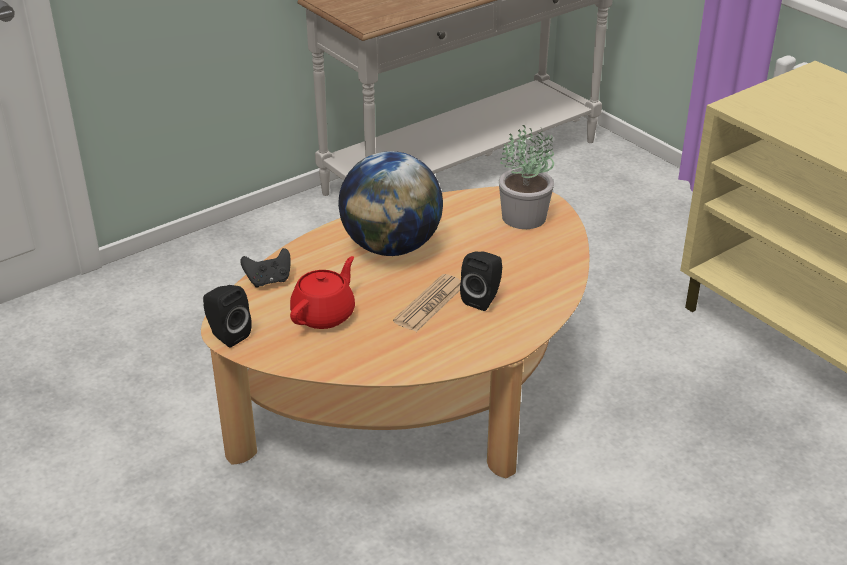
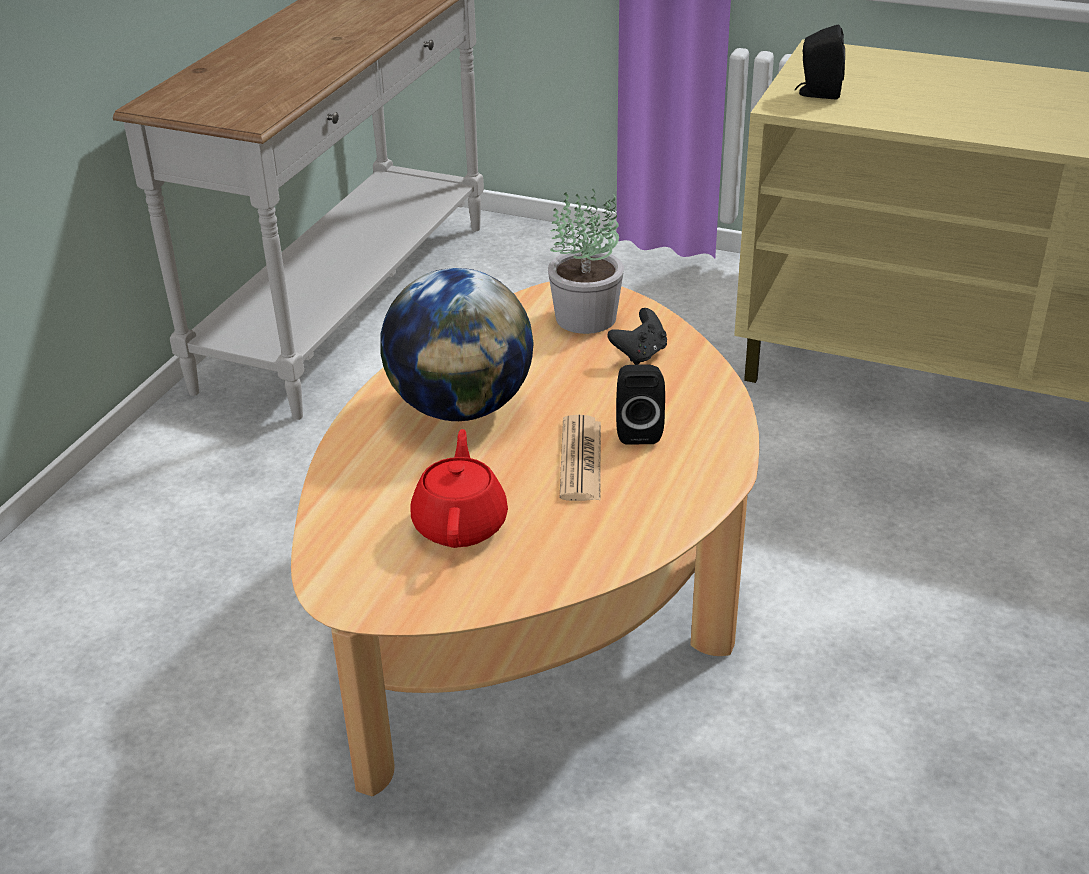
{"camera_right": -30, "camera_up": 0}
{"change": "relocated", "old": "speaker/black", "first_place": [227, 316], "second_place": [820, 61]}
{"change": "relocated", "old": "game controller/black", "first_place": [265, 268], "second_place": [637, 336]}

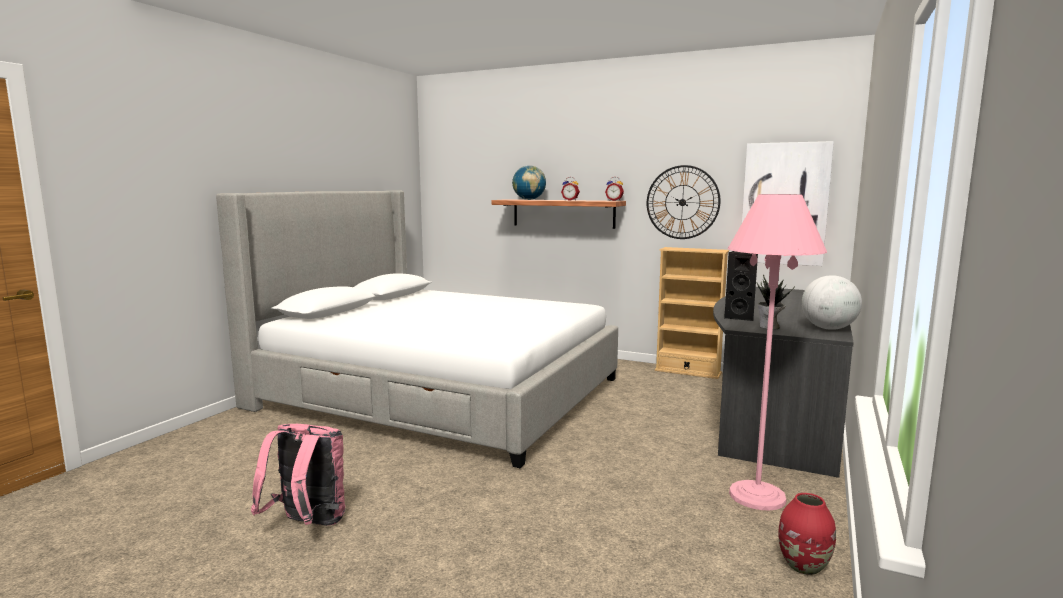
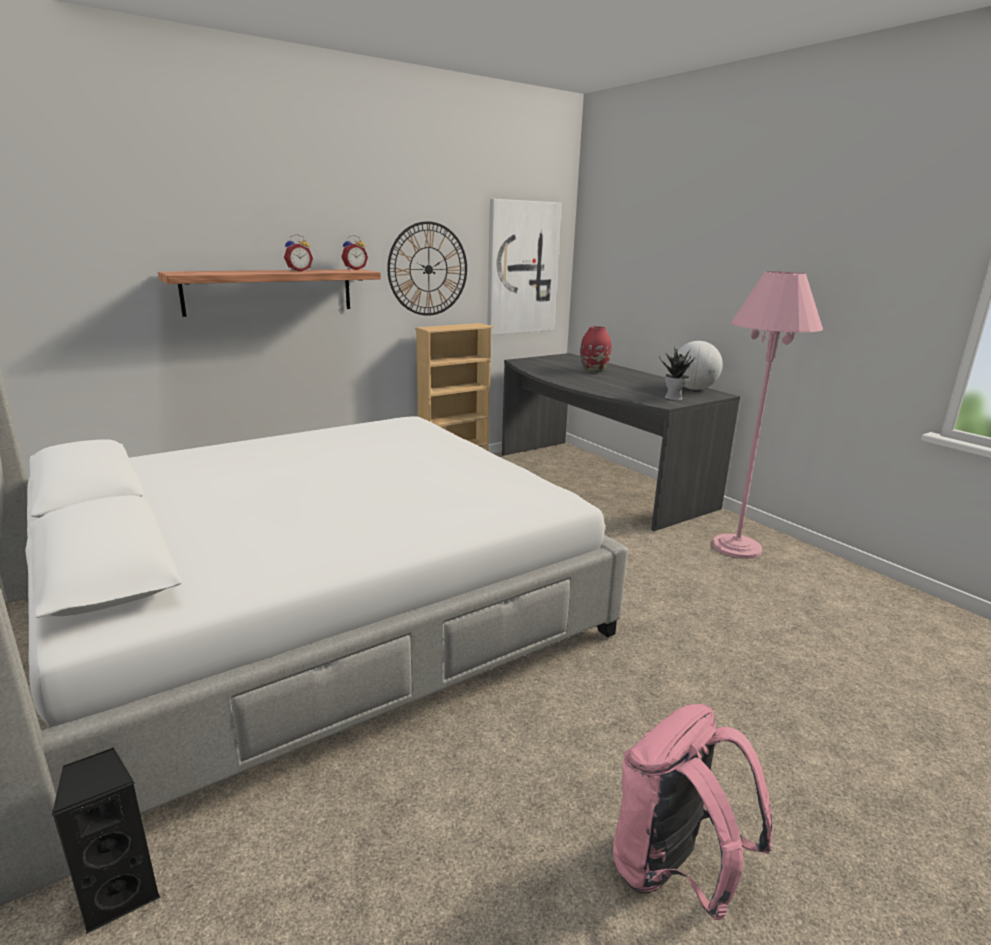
{"camera_right": -60, "camera_up": 10}
{"change": "missing", "old": "globe", "first_place": [529, 182]}
{"change": "relocated", "old": "speaker/black", "first_place": [741, 286], "second_place": [105, 841]}
{"change": "relocated", "old": "vase/red", "first_place": [807, 534], "second_place": [595, 349]}

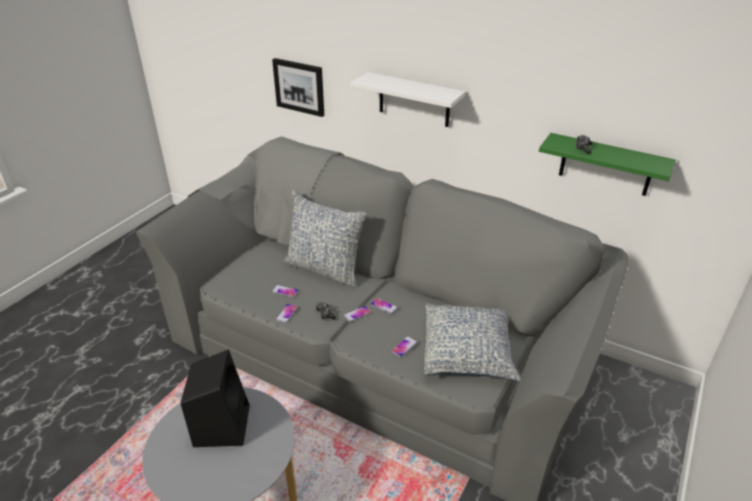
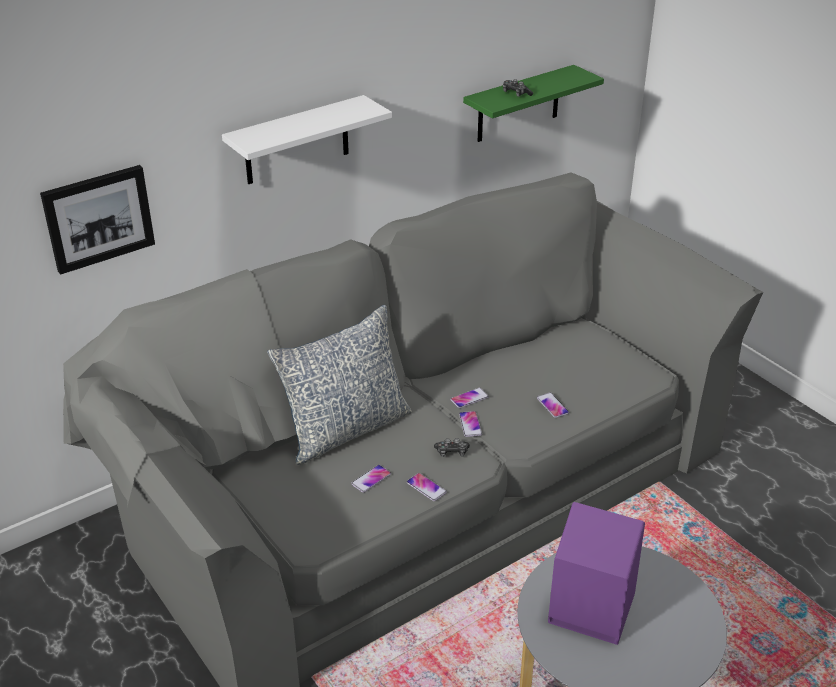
{"camera_right": -65, "camera_up": 0}
{"change": "missing", "old": "pillow", "first_place": [472, 342]}
{"change": "colour", "old": "speaker/black", "new": "speaker/purple", "first_place": [215, 398], "second_place": [596, 573]}

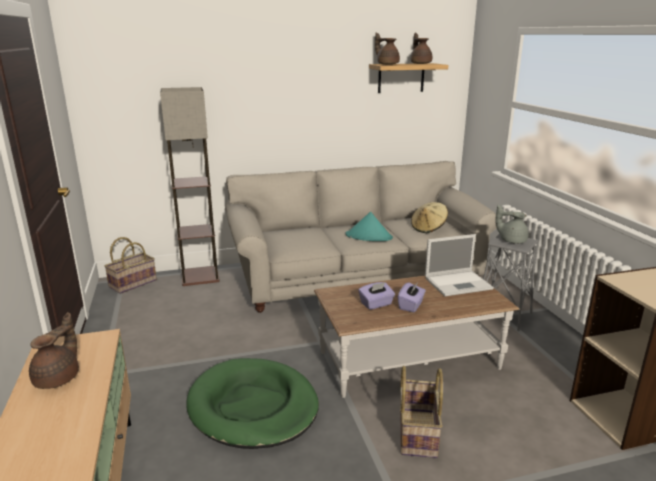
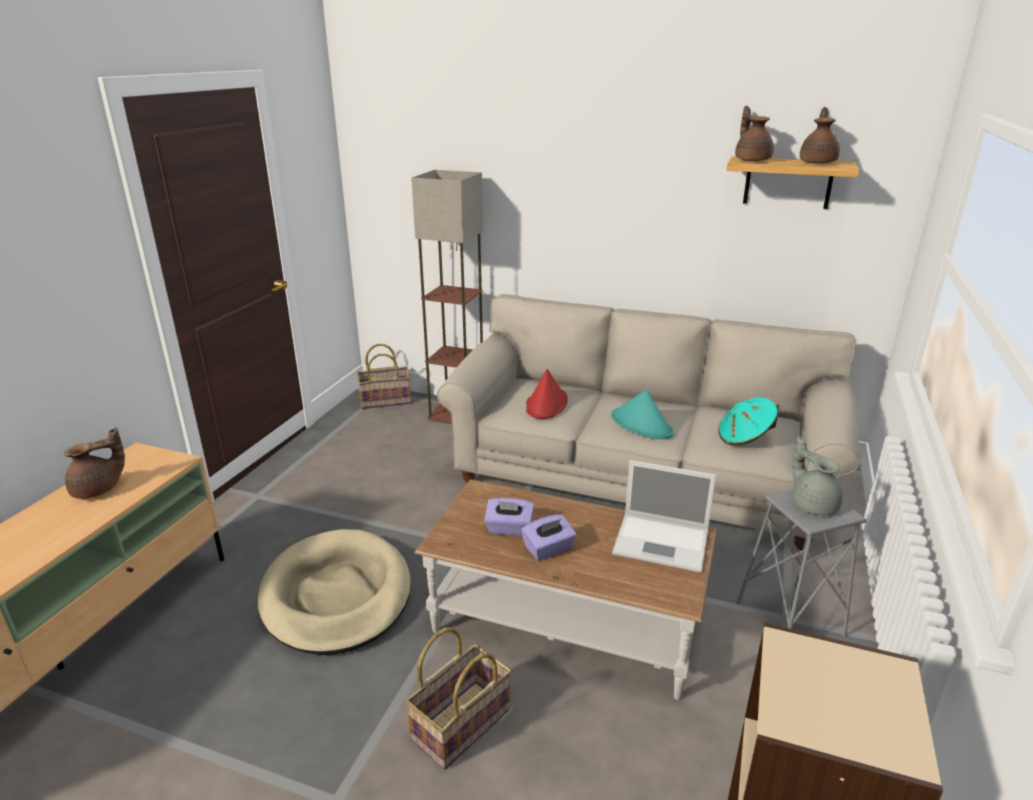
{"camera_right": 35, "camera_up": 5}
{"change": "appeared", "new": "hat/red", "second_place": [547, 394]}
{"change": "colour", "old": "dog bed/green", "new": "dog bed/beige", "first_place": [252, 403], "second_place": [334, 592]}
{"change": "colour", "old": "hat/beige", "new": "hat/turquoise", "first_place": [429, 217], "second_place": [748, 421]}

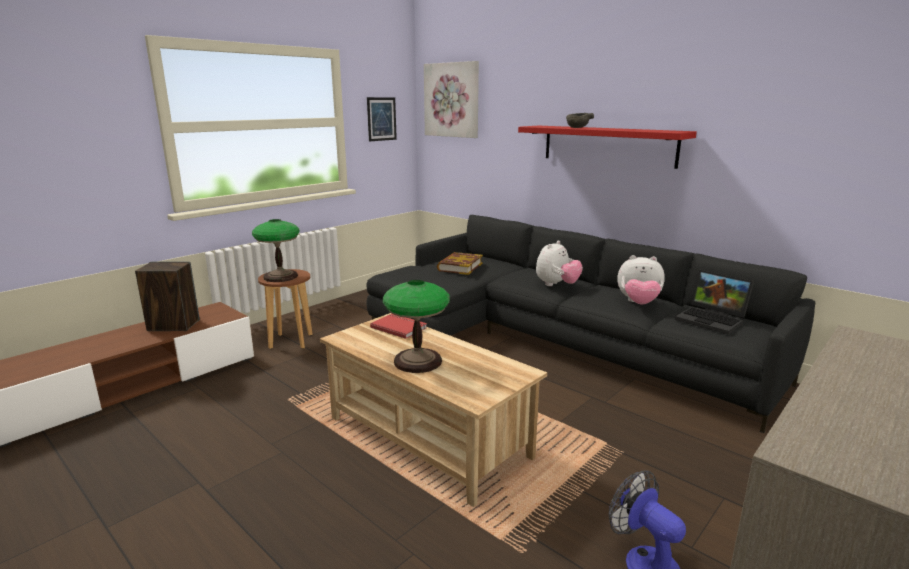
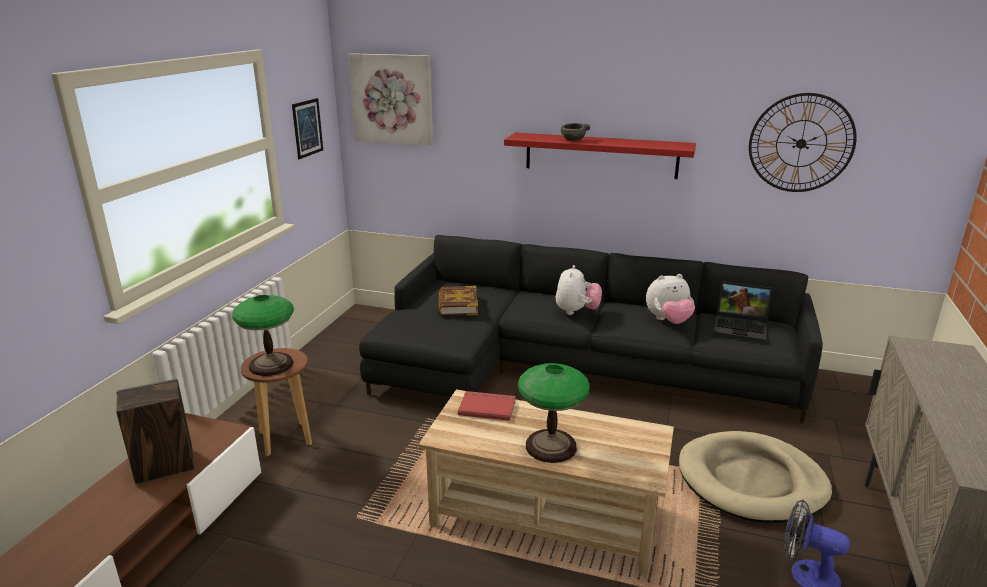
{"camera_right": -25, "camera_up": 5}
{"change": "appeared", "new": "dog bed/beige", "second_place": [755, 477]}
{"change": "appeared", "new": "wall clock", "second_place": [803, 142]}

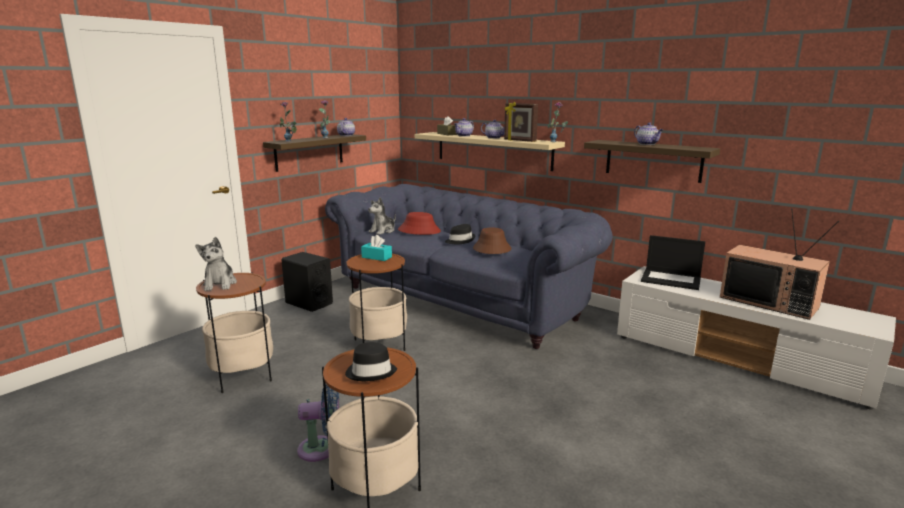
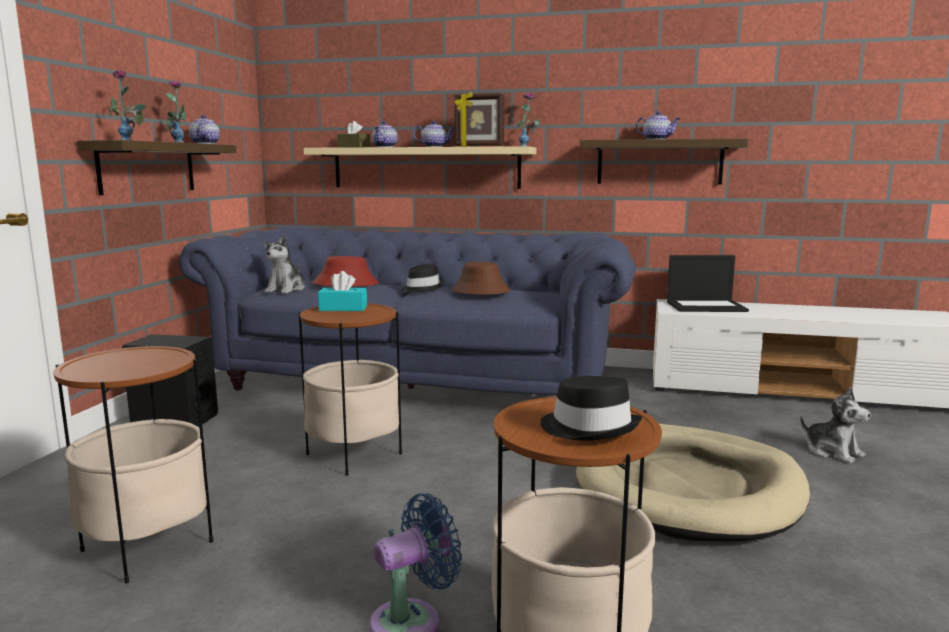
{"camera_right": -25, "camera_up": -5}
{"change": "missing", "old": "television", "first_place": [779, 264]}
{"change": "appeared", "new": "dog bed/beige", "second_place": [693, 482]}
{"change": "relocated", "old": "plush toy", "first_place": [216, 264], "second_place": [835, 425]}

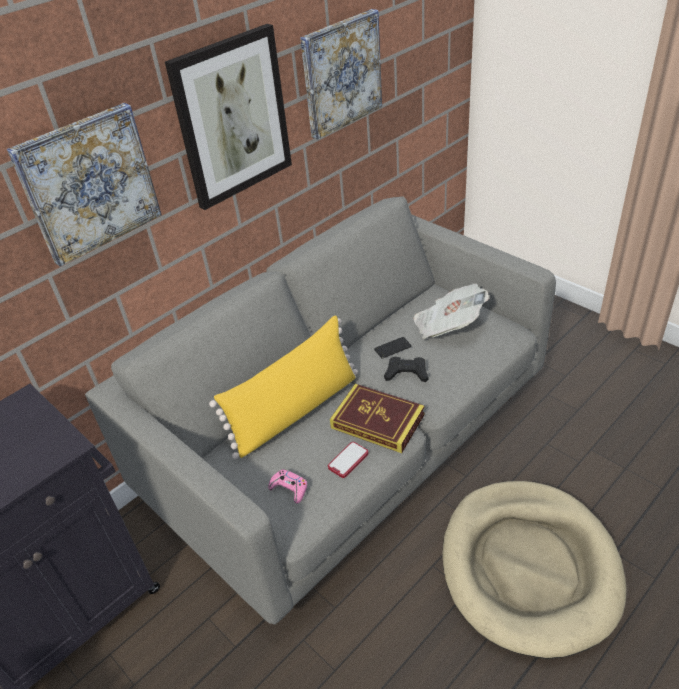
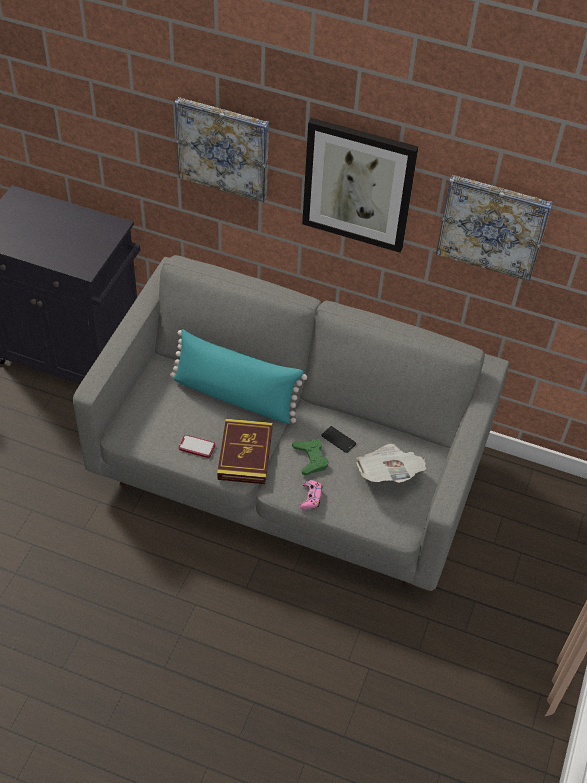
{"camera_right": 60, "camera_up": 10}
{"change": "missing", "old": "dog bed/beige", "first_place": [534, 570]}
{"change": "relocated", "old": "game controller/pink", "first_place": [287, 486], "second_place": [311, 494]}
{"change": "colour", "old": "pillow/yellow", "new": "pillow/turquoise", "first_place": [283, 387], "second_place": [238, 376]}
{"change": "colour", "old": "game controller/black", "new": "game controller/green", "first_place": [406, 369], "second_place": [310, 457]}

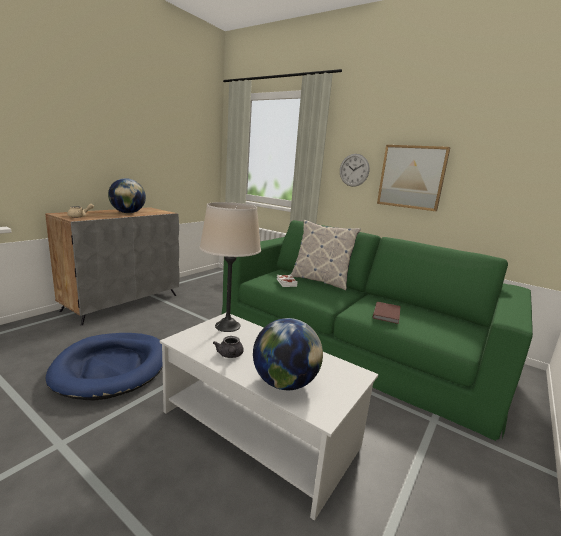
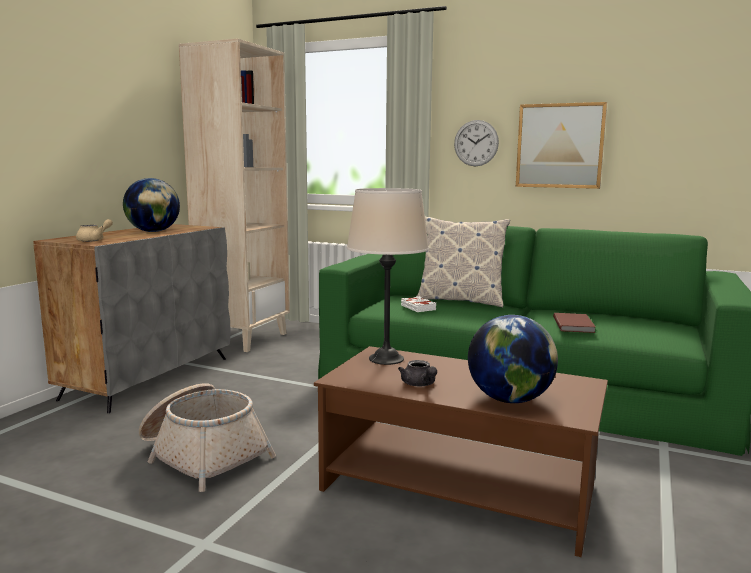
{"camera_right": -10, "camera_up": -5}
{"change": "appeared", "new": "bookcase/beige", "second_place": [234, 195]}
{"change": "exchanged", "old": "dog bed/blue", "new": "basket", "first_place": [104, 366], "second_place": [207, 437]}
{"change": "colour", "old": "coffee table/white", "new": "coffee table/brown", "first_place": [269, 417], "second_place": [461, 451]}

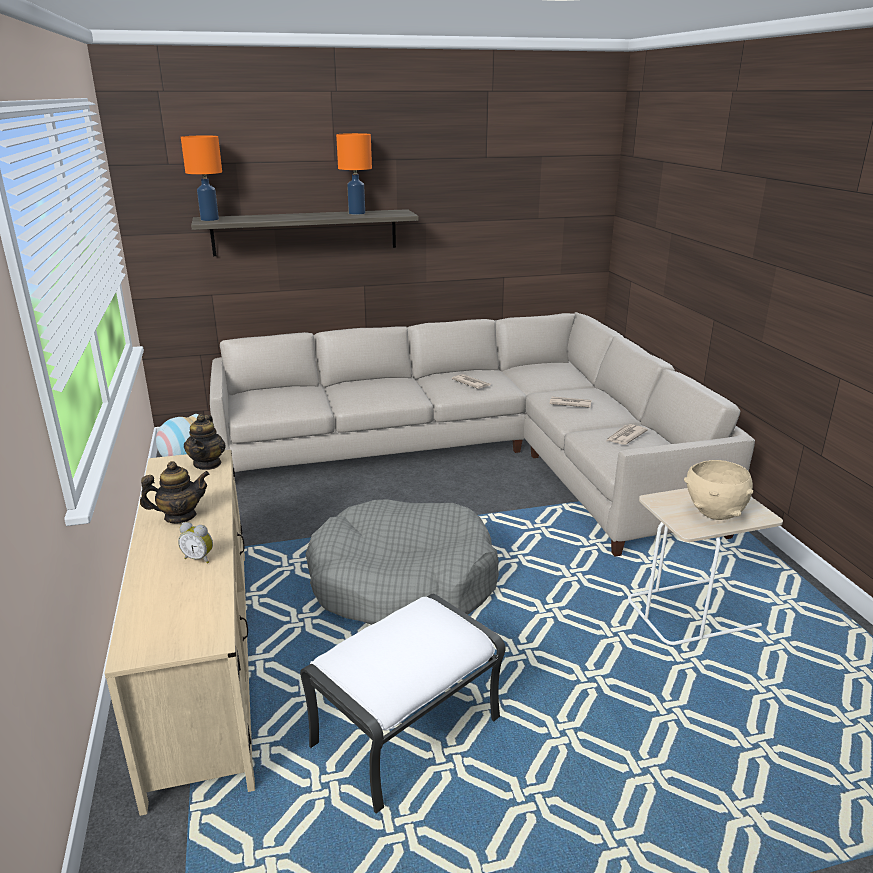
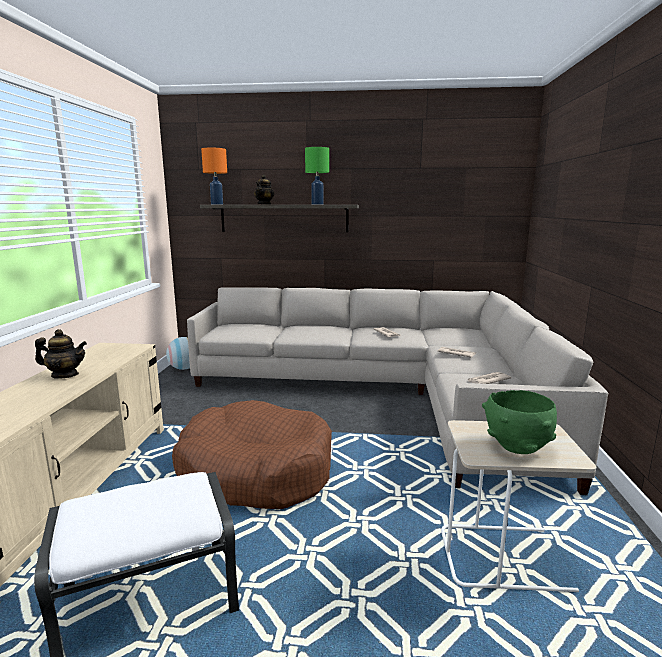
{"camera_right": 20, "camera_up": -10}
{"change": "missing", "old": "alarm clock", "first_place": [195, 542]}
{"change": "relocated", "old": "teapot", "first_place": [205, 442], "second_place": [264, 190]}
{"change": "colour", "old": "dog bed/grey", "new": "dog bed/brown", "first_place": [402, 562], "second_place": [252, 454]}
{"change": "colour", "old": "table lamp/orange", "new": "table lamp/green", "first_place": [354, 174], "second_place": [317, 176]}
{"change": "colour", "old": "bowl/beige", "new": "bowl/green", "first_place": [718, 490], "second_place": [519, 422]}

